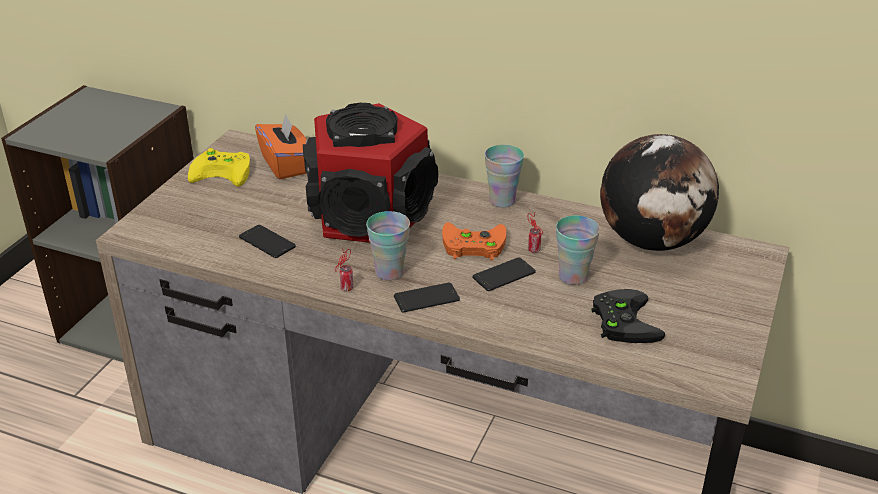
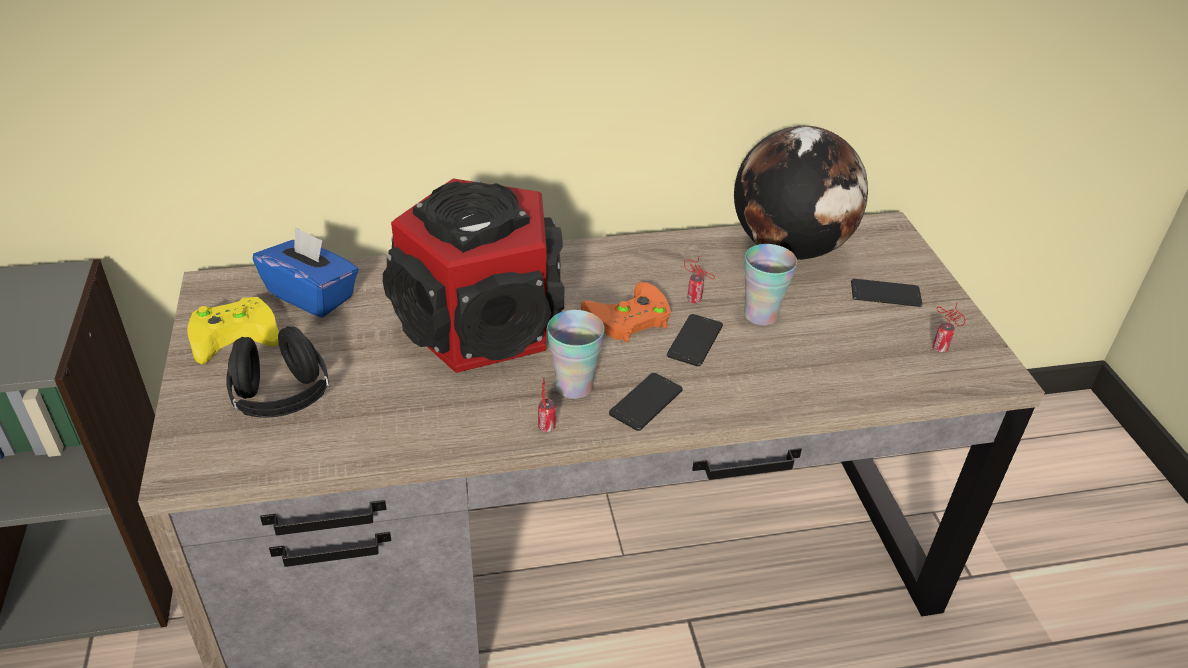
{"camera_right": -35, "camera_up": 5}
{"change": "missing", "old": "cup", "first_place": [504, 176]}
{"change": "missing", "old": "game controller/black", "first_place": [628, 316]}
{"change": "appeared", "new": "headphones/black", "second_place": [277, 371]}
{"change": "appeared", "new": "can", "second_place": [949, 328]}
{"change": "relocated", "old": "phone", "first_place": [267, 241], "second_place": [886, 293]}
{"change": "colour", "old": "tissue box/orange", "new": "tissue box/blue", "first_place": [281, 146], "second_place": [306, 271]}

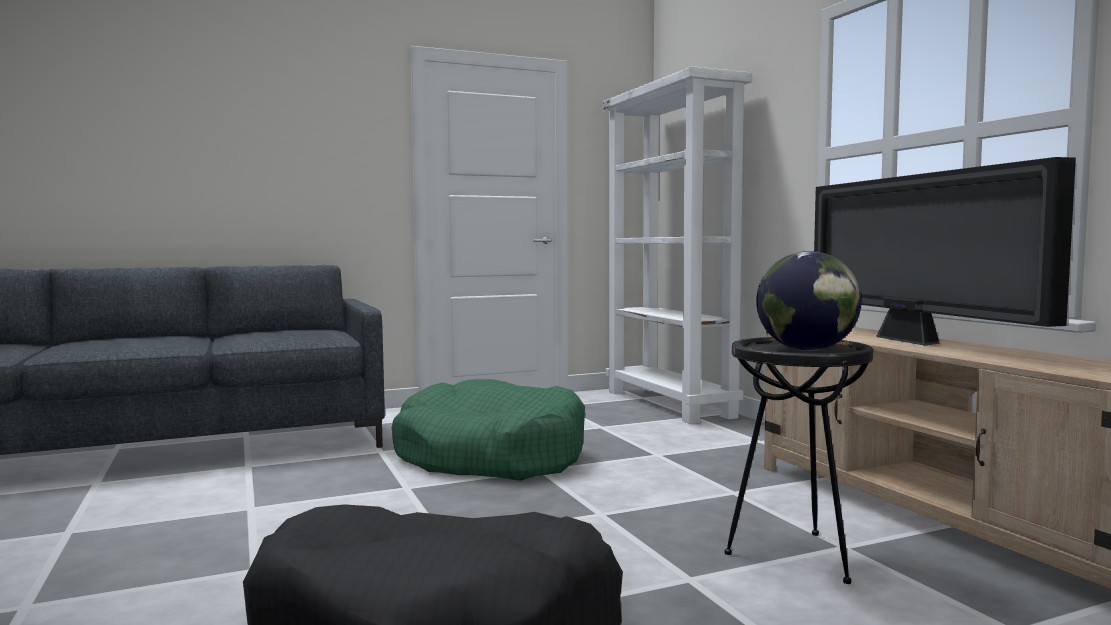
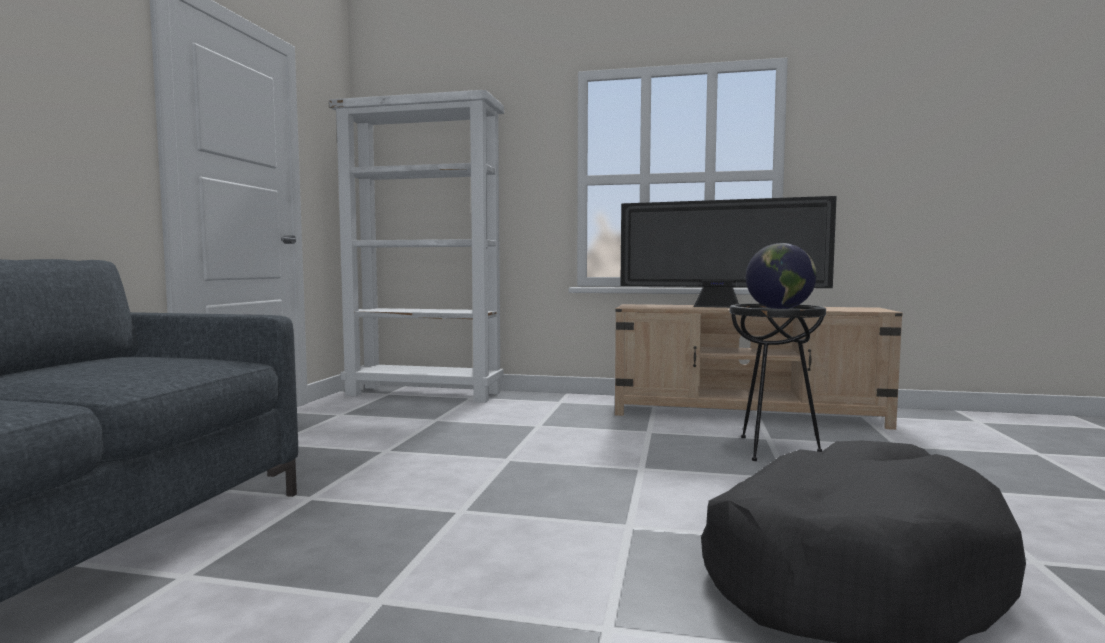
{"camera_right": -55, "camera_up": 0}
{"change": "missing", "old": "dog bed/green", "first_place": [488, 430]}

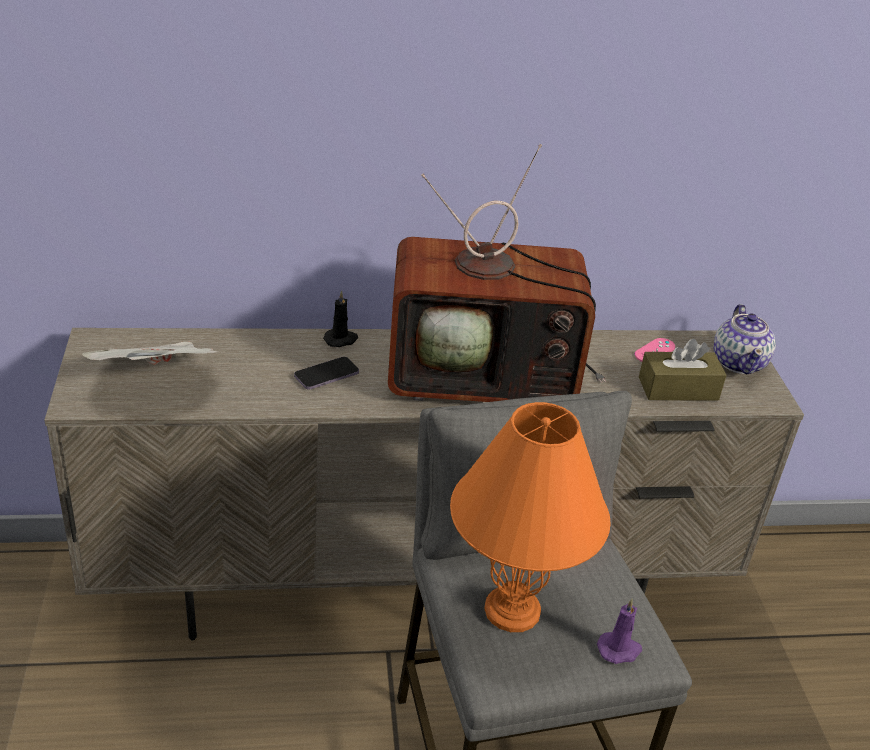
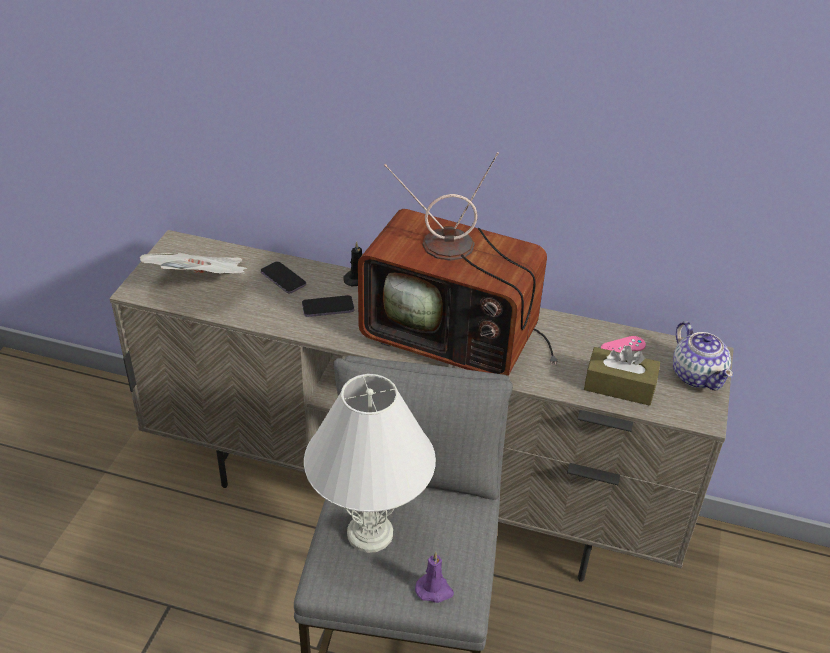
{"camera_right": 25, "camera_up": 5}
{"change": "appeared", "new": "phone", "second_place": [283, 277]}
{"change": "colour", "old": "table lamp/orange", "new": "table lamp/white", "first_place": [530, 517], "second_place": [370, 463]}
{"change": "spun", "old": "teapot", "first_place": [744, 339], "second_place": [703, 355], "degrees": -45}

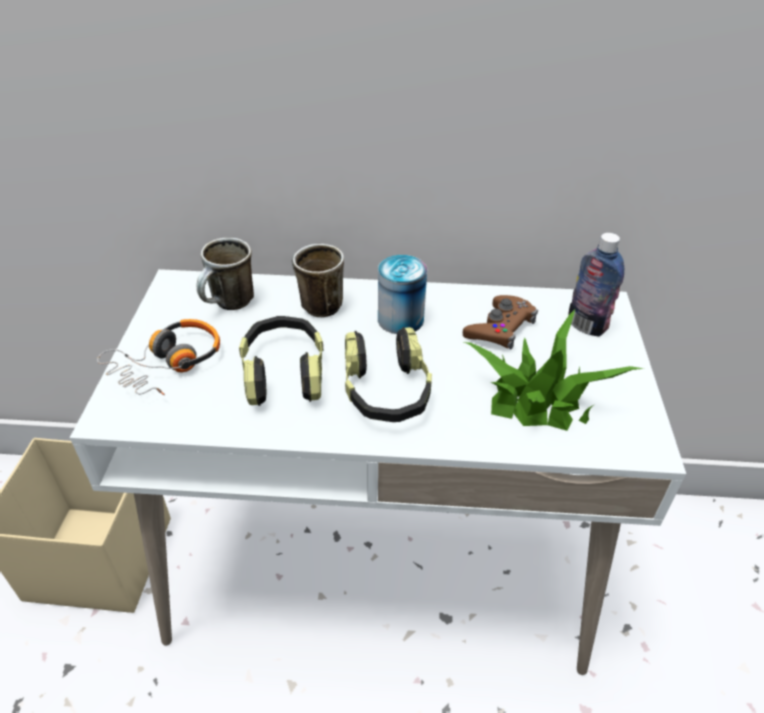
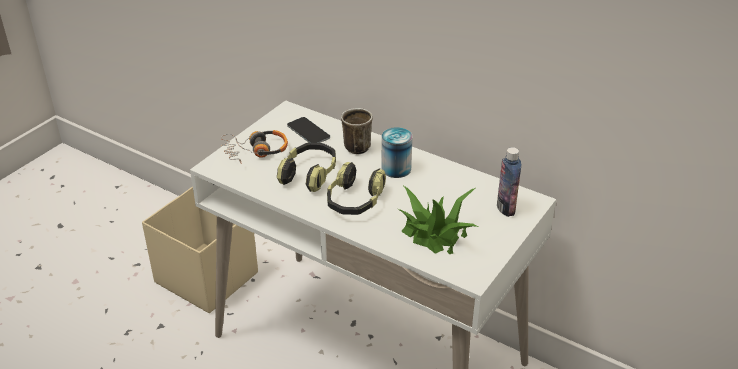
{"camera_right": 30, "camera_up": -5}
{"change": "missing", "old": "game controller/brown", "first_place": [500, 322]}
{"change": "exchanged", "old": "mug", "new": "phone", "first_place": [225, 274], "second_place": [308, 130]}

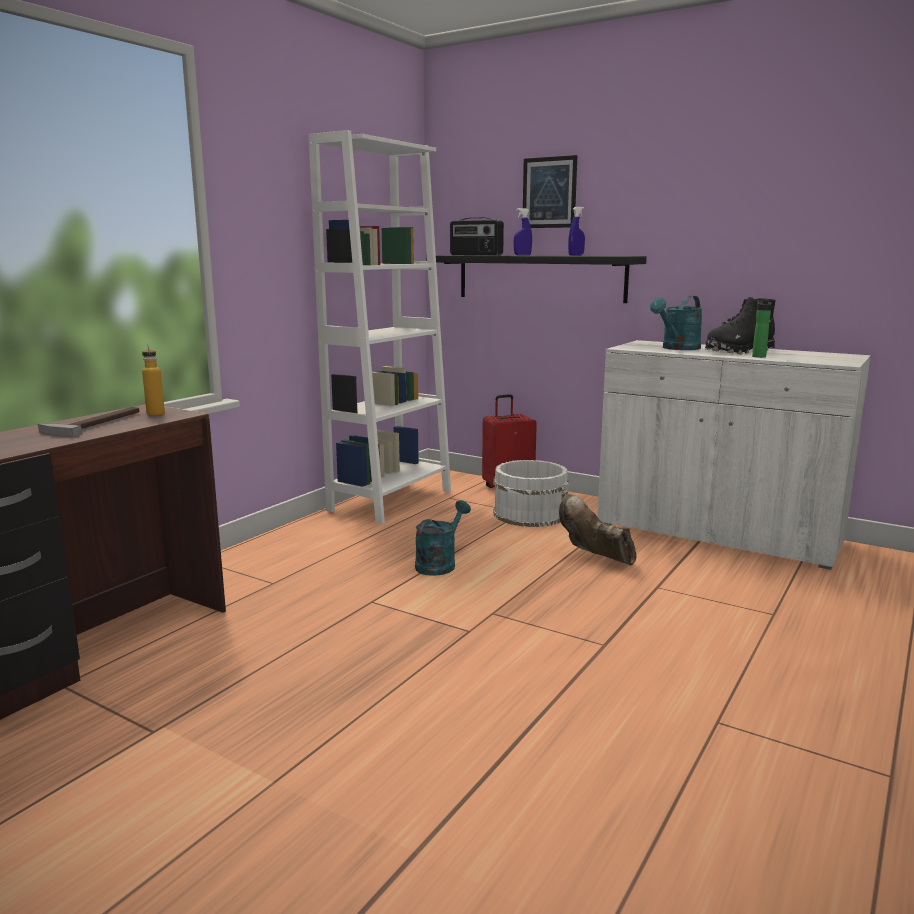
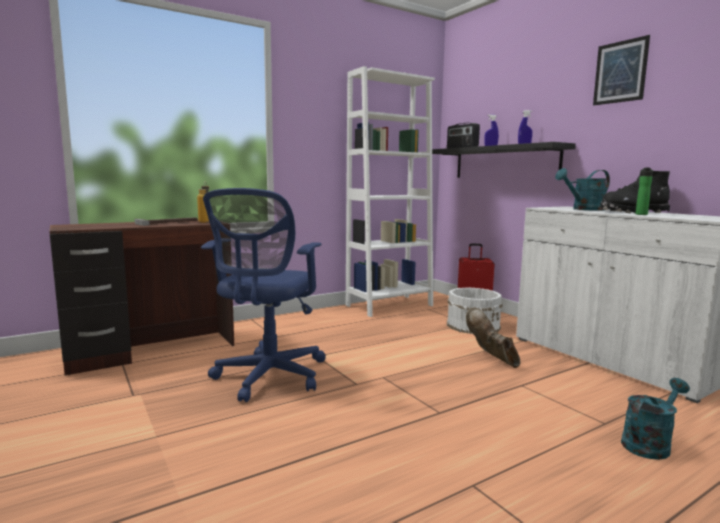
{"camera_right": 25, "camera_up": -5}
{"change": "appeared", "new": "office chair/blue", "second_place": [263, 295]}
{"change": "relocated", "old": "watering can/turquoise", "first_place": [443, 538], "second_place": [655, 419]}
{"change": "relocated", "old": "picture", "first_place": [549, 191], "second_place": [621, 70]}

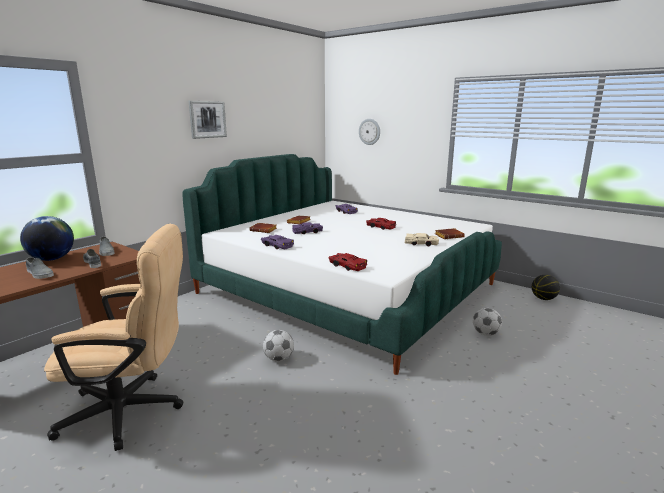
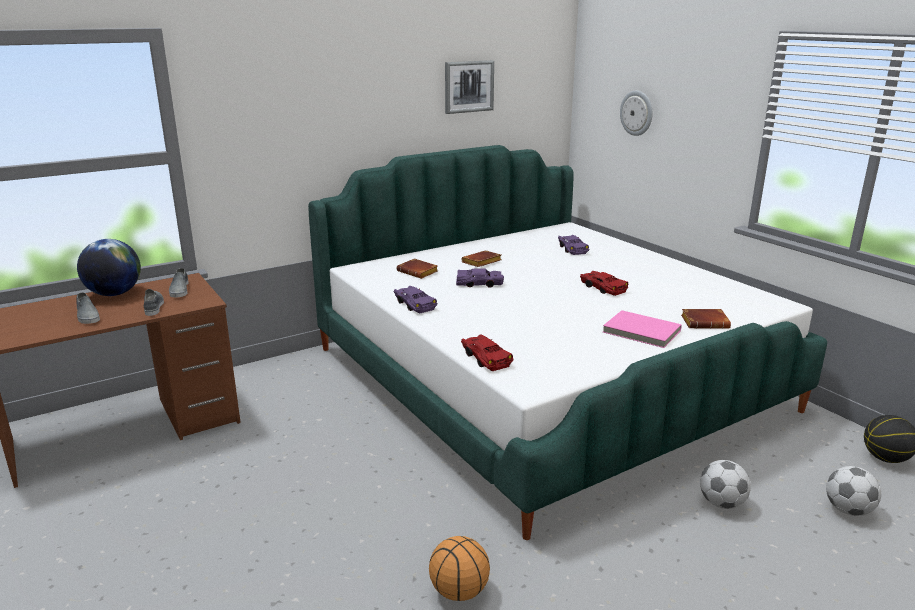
{"camera_right": 20, "camera_up": 5}
{"change": "missing", "old": "office chair/beige", "first_place": [113, 337]}
{"change": "appeared", "new": "basketball", "second_place": [459, 568]}
{"change": "relocated", "old": "picture", "first_place": [208, 120], "second_place": [469, 87]}
{"change": "relocated", "old": "football", "first_place": [278, 345], "second_place": [853, 491]}
{"change": "exchanged", "old": "toy car/beige", "new": "book/pink", "first_place": [422, 239], "second_place": [642, 329]}

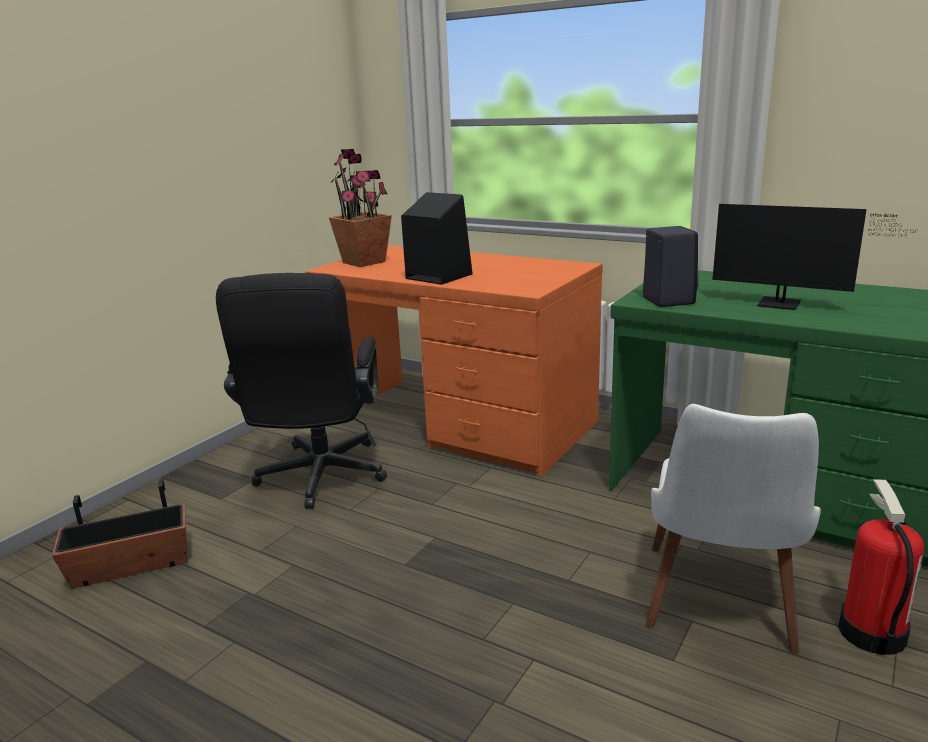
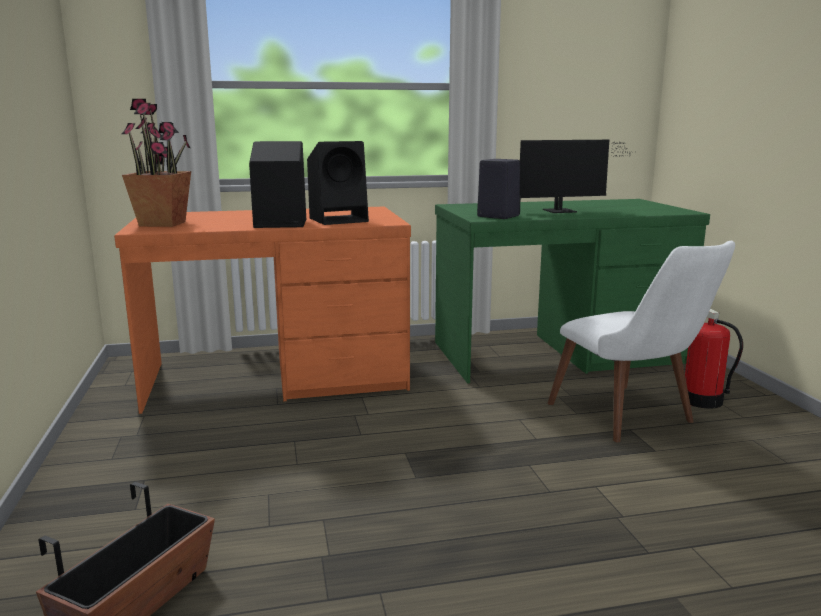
{"camera_right": -45, "camera_up": -5}
{"change": "missing", "old": "office chair/black", "first_place": [301, 391]}
{"change": "appeared", "new": "speaker/black", "second_place": [338, 183]}

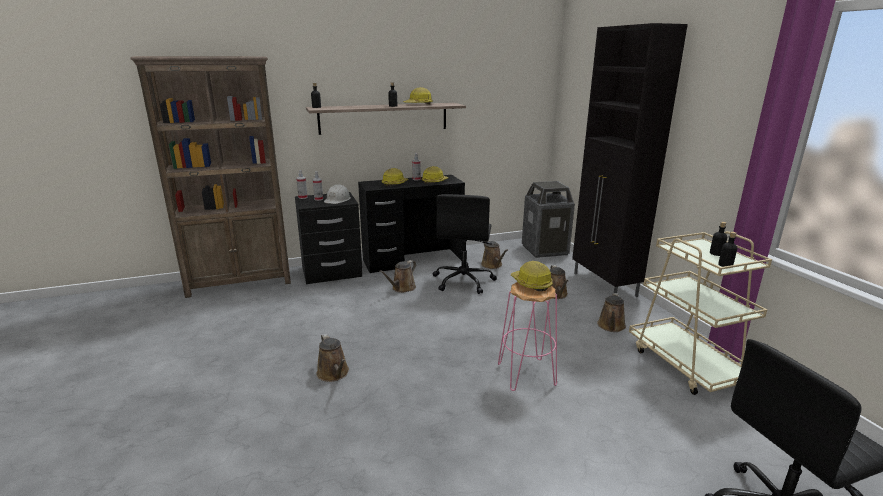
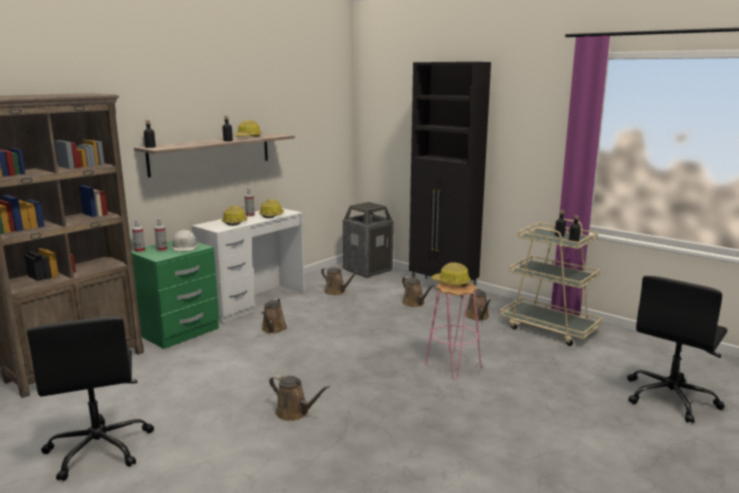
{"camera_right": -30, "camera_up": -5}
{"change": "relocated", "old": "office chair/black", "first_place": [464, 244], "second_place": [90, 398]}
{"change": "colour", "old": "nightstand/black", "new": "nightstand/green", "first_place": [328, 238], "second_place": [175, 295]}
{"change": "colour", "old": "desk/black", "new": "desk/white", "first_place": [411, 224], "second_place": [248, 266]}

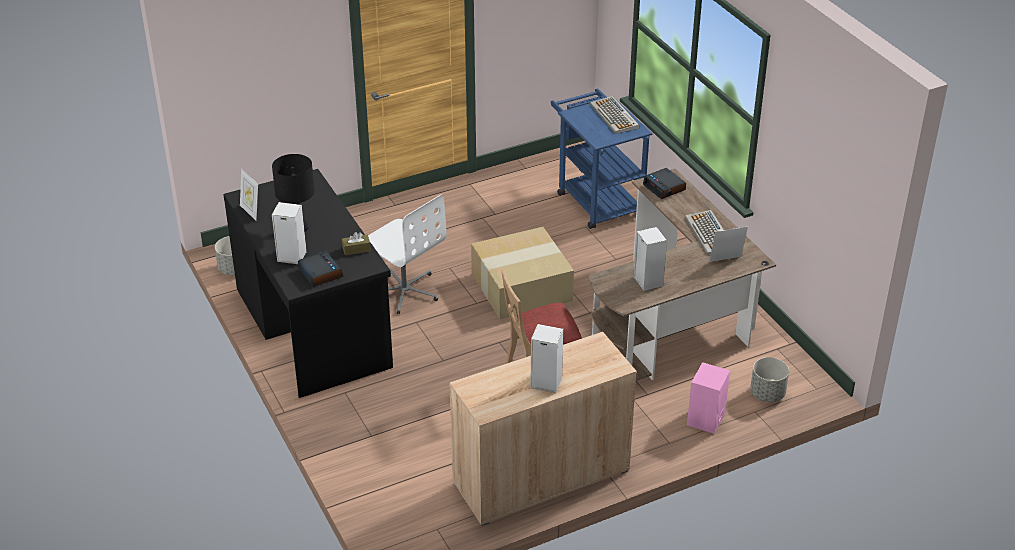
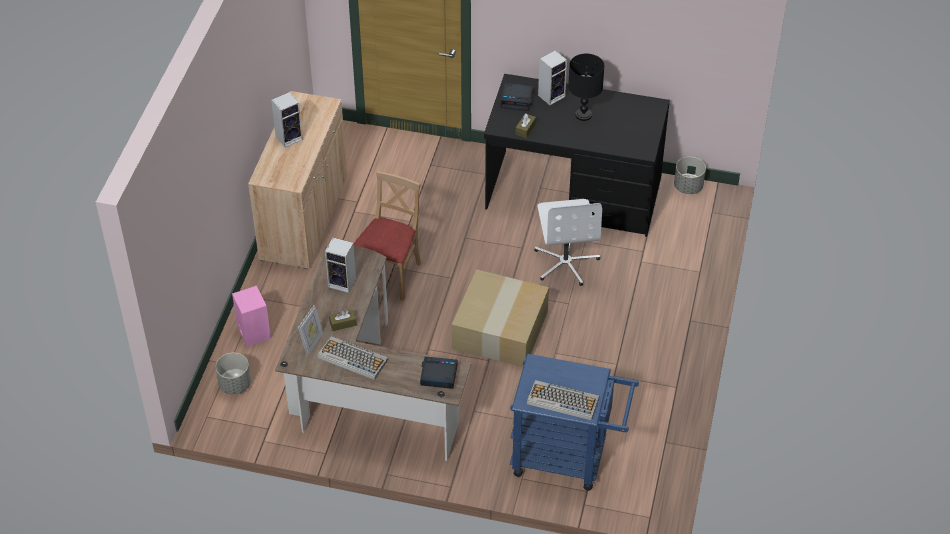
{"camera_right": 130, "camera_up": 10}
{"change": "missing", "old": "picture frame", "first_place": [249, 195]}
{"change": "appeared", "new": "tissue box/brown", "second_place": [343, 320]}
{"change": "spun", "old": "office chair/white", "first_place": [407, 254], "second_place": [568, 242], "degrees": -90}

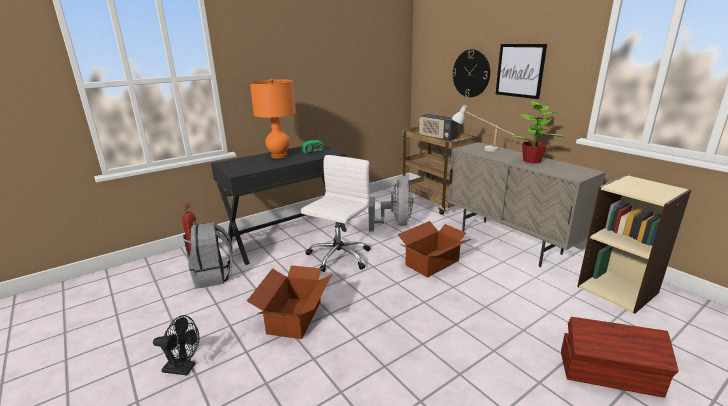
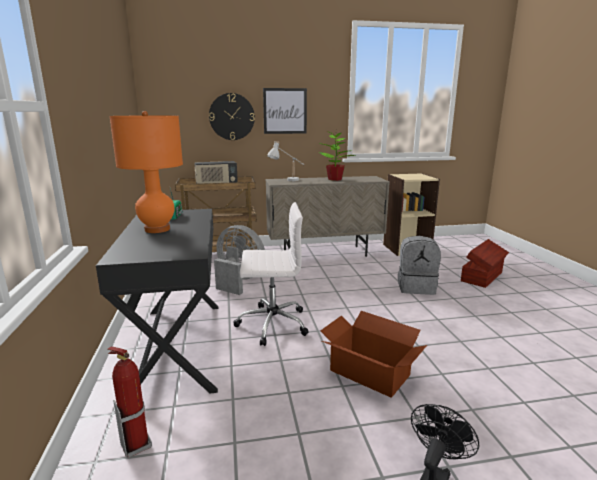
{"camera_right": -65, "camera_up": -5}
{"change": "missing", "old": "cardboard box", "first_place": [434, 249]}
{"change": "relocated", "old": "backpack/grey", "first_place": [210, 255], "second_place": [419, 265]}
{"change": "spun", "old": "office chair/white", "first_place": [335, 213], "second_place": [271, 274], "degrees": 120}

